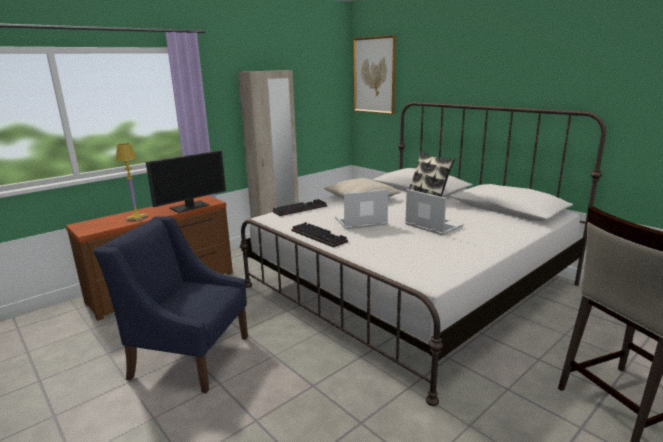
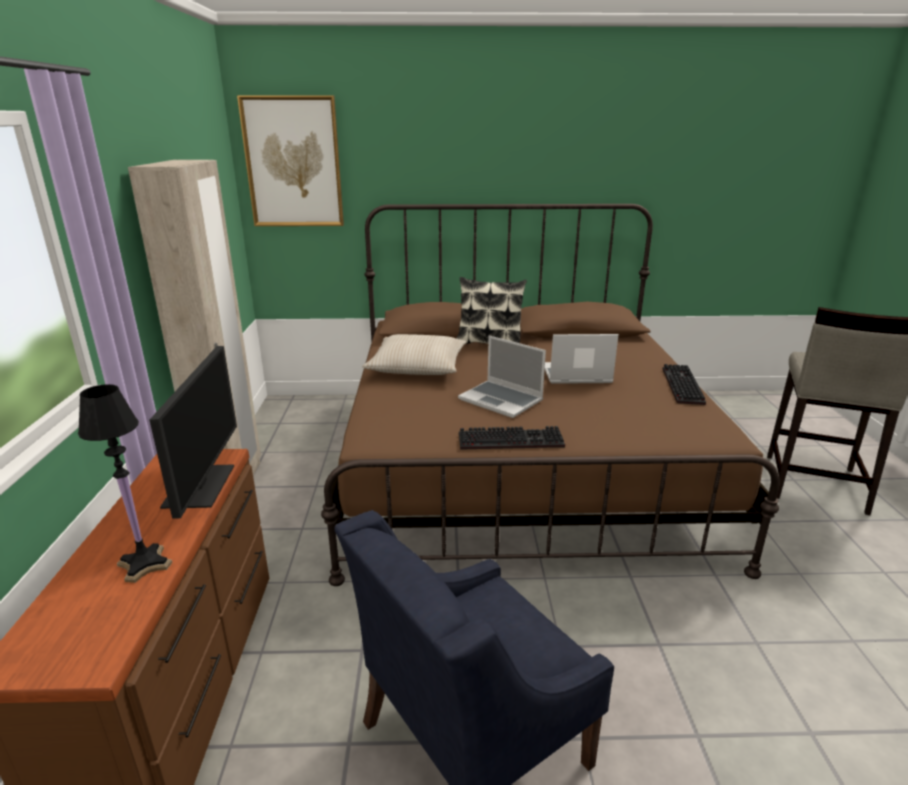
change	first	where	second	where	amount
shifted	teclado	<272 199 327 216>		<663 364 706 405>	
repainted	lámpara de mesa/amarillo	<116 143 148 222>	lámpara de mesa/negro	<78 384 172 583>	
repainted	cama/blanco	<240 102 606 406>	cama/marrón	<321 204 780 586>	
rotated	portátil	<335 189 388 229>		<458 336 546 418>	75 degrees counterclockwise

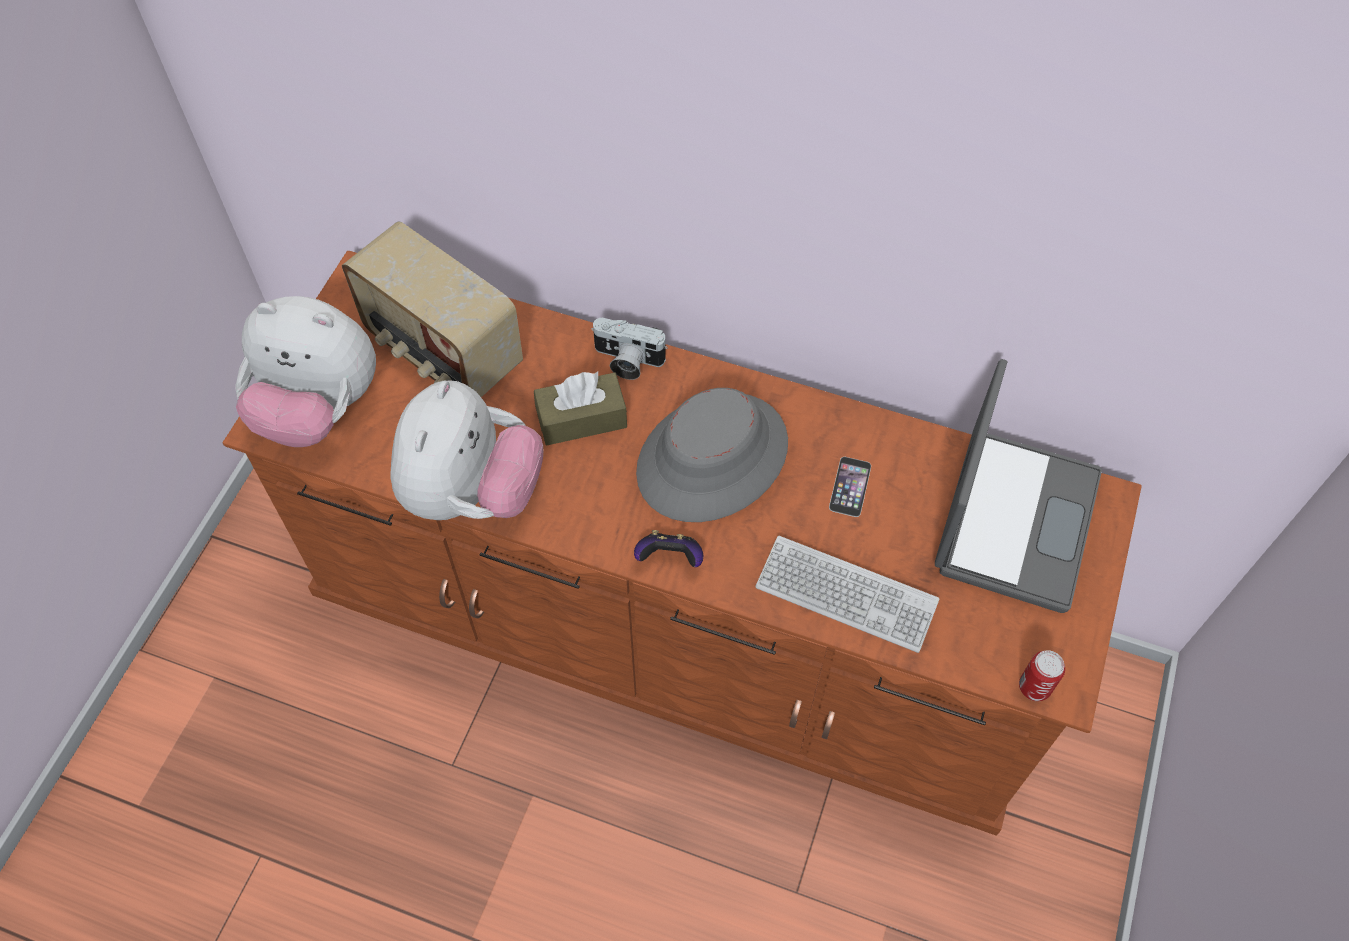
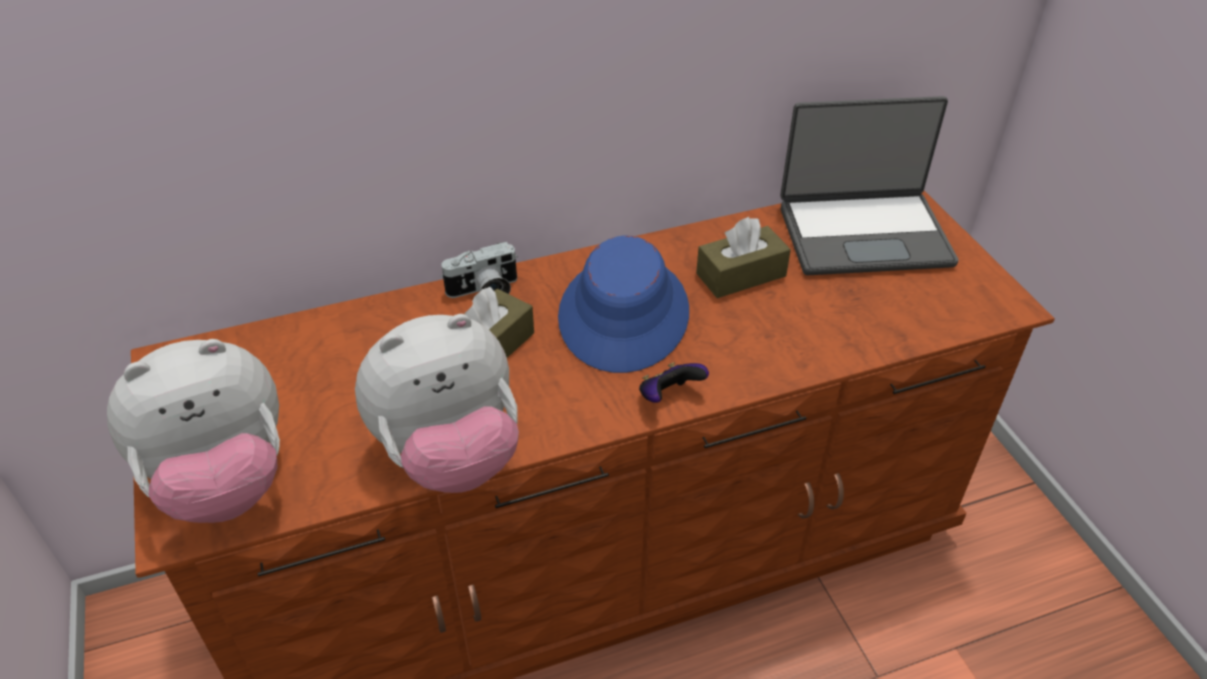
change	first	where	second	where	amount
gone	radio	<342 222 523 397>			
gone	teclado	<756 536 939 653>			
gone	lata	<1019 650 1065 701>			
swapped	móvil	<829 457 871 517>	caja de pañuelos/marrón	<696 217 791 298>	
repainted	sombrero/gris	<636 388 788 522>	sombrero/azul	<558 236 689 373>	
rotated	peluche	<391 380 543 520>		<355 314 519 493>	90 degrees clockwise
rotated	portátil	<935 359 1102 613>		<780 96 958 275>	105 degrees clockwise

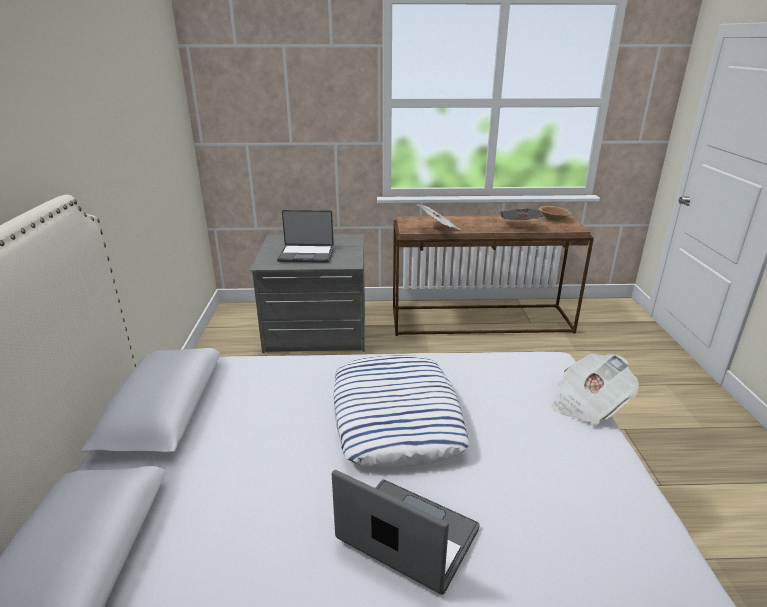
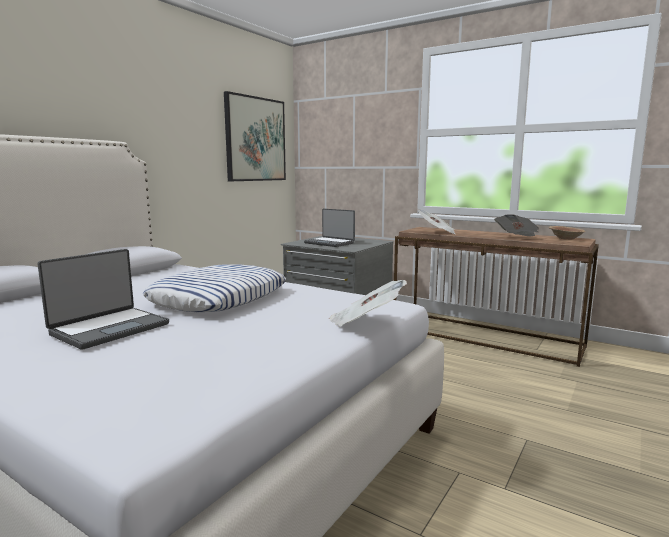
change	first	where	second	where	amount
new			cuadro	<224 91 286 181>	
rotated	portátil	<332 470 479 595>		<37 249 169 350>	60 degrees clockwise

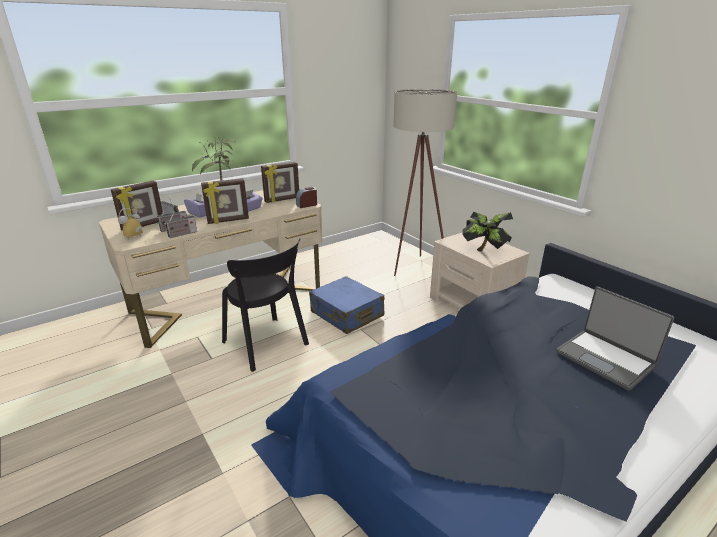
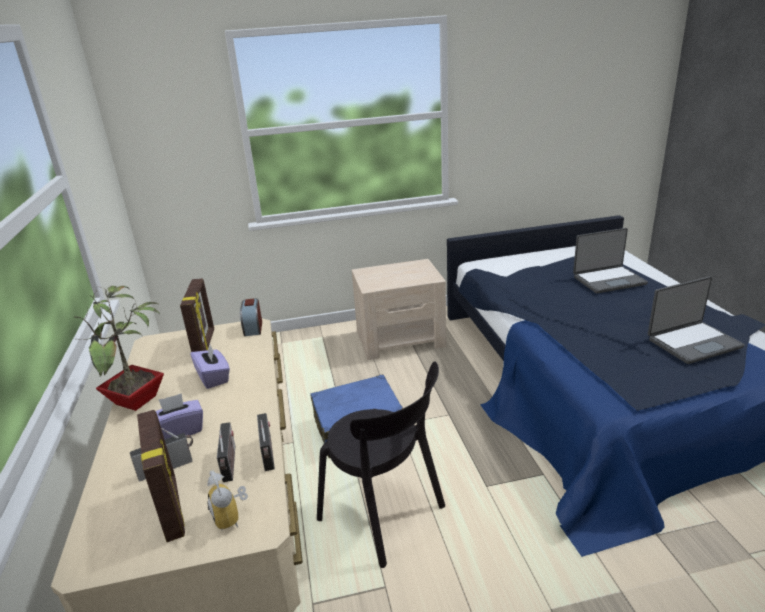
change	first	where	second	where	amount
gone	portarretratos	<201 178 249 224>			
gone	lámpara de pie/beis	<393 89 457 276>			
gone	planta en maceta	<462 212 513 251>			
new			portátil	<648 276 745 364>	
rotated	silla/negro	<222 238 309 372>		<317 361 445 568>	60 degrees clockwise

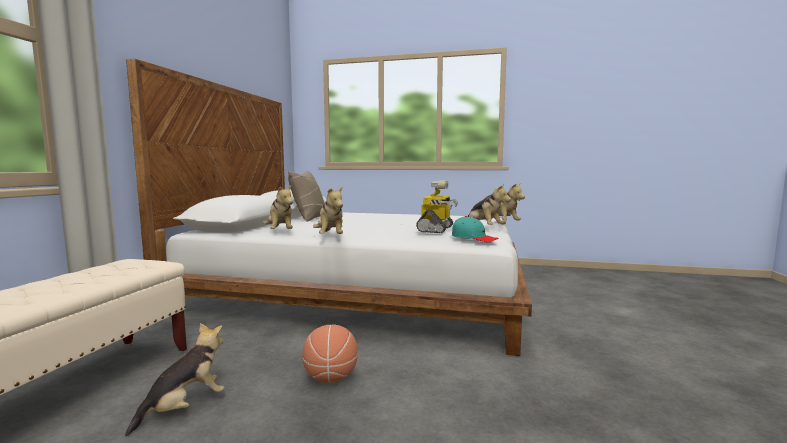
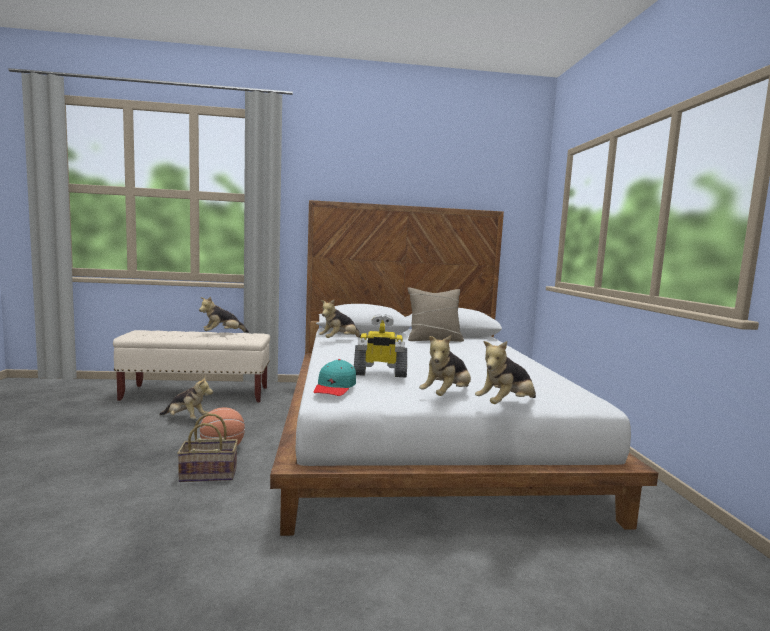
change	first	where	second	where	amount
new			cesta	<177 413 238 482>	
shifted	peluche	<313 186 343 234>		<199 297 249 333>	

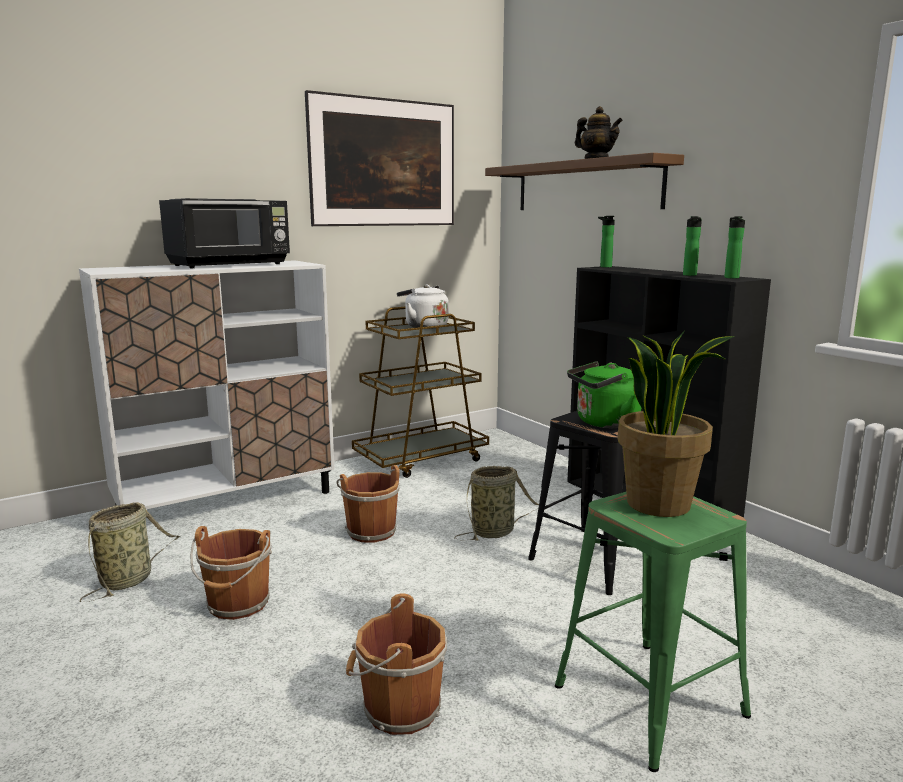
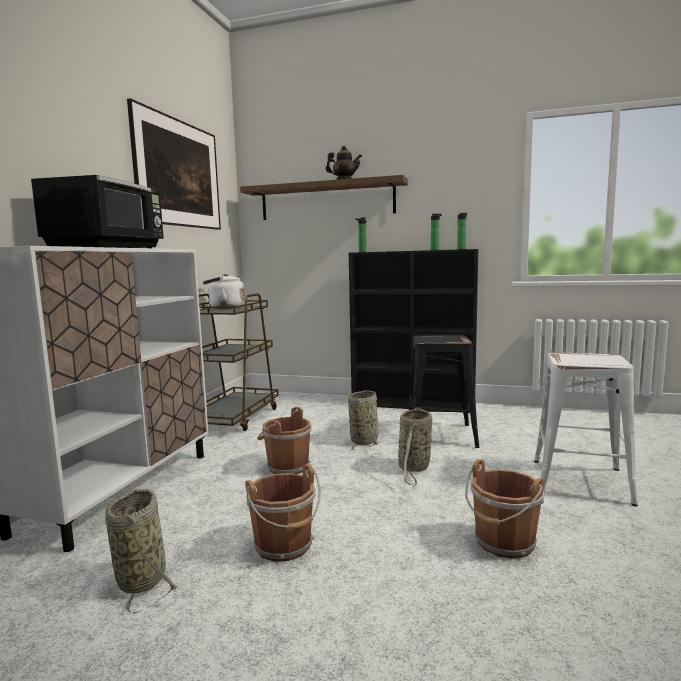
change	first	where	second	where	amount
gone	hervidor/verde	<567 361 641 428>			
gone	planta en maceta	<618 331 735 517>			
new			cesta	<397 407 432 486>	
repainted	taburete/verde	<555 492 751 772>	taburete/blanco	<534 352 638 506>	

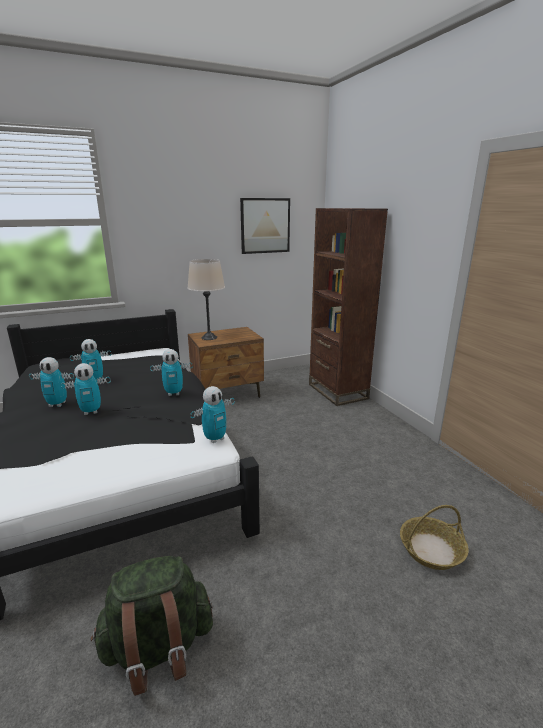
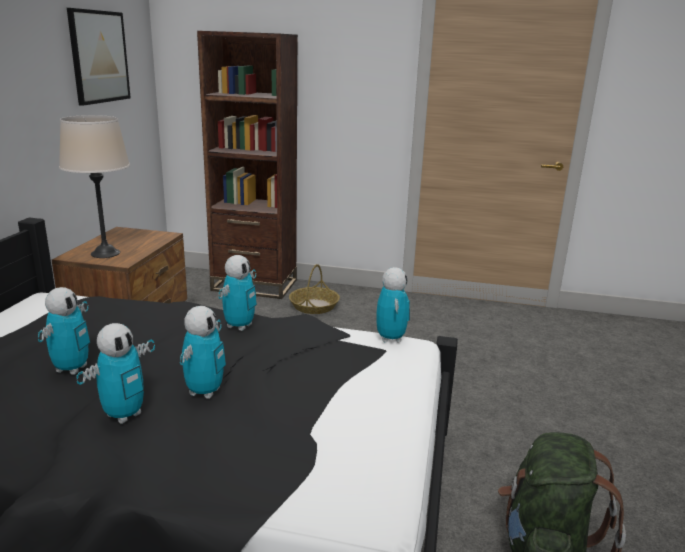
change	first	where	second	where	amount
shifted	cesta	<400 505 469 570>		<289 264 340 314>	

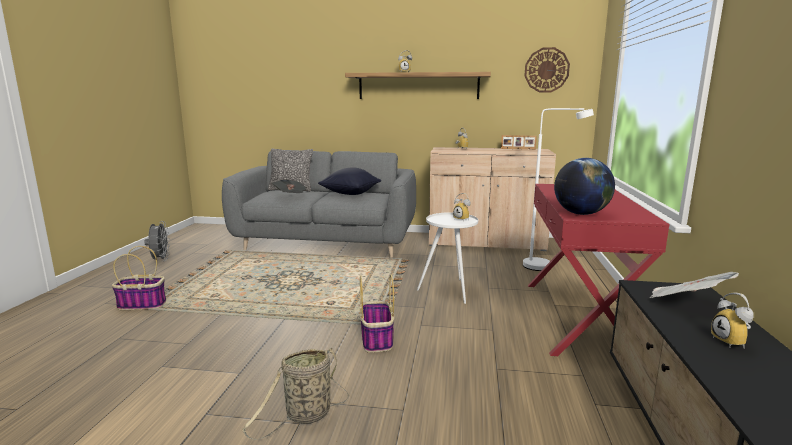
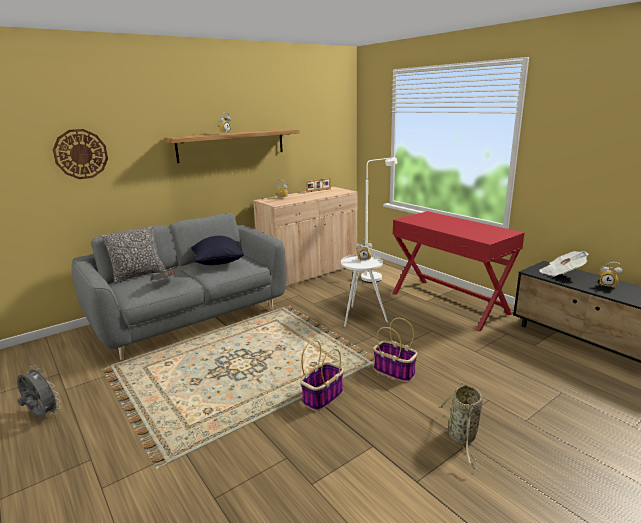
change	first	where	second	where	amount
gone	globo terráqueo	<554 158 615 215>			
shifted	cesta	<112 246 166 310>		<300 340 344 411>	
shifted	reloj de pared	<524 47 570 93>		<53 129 108 179>	

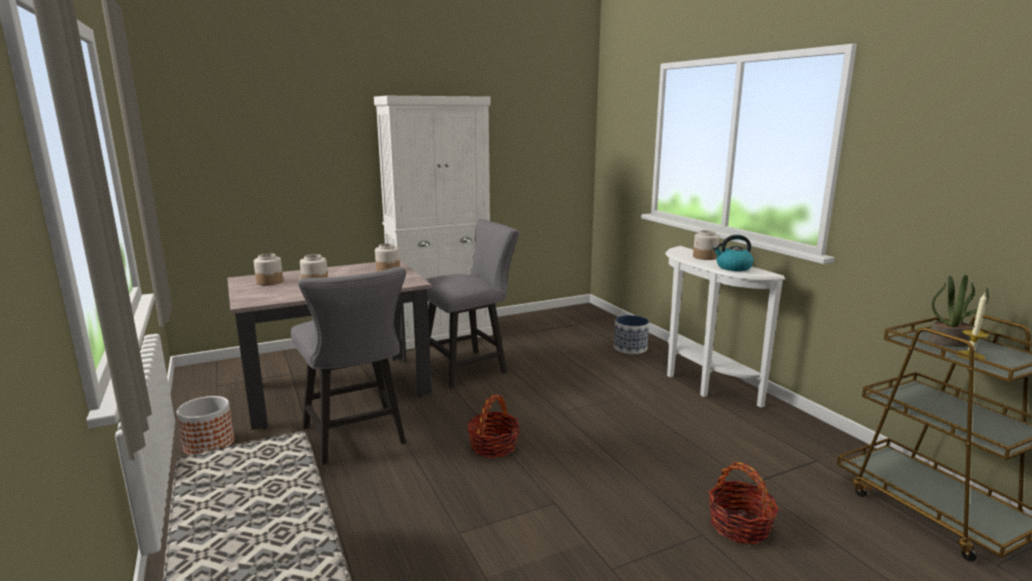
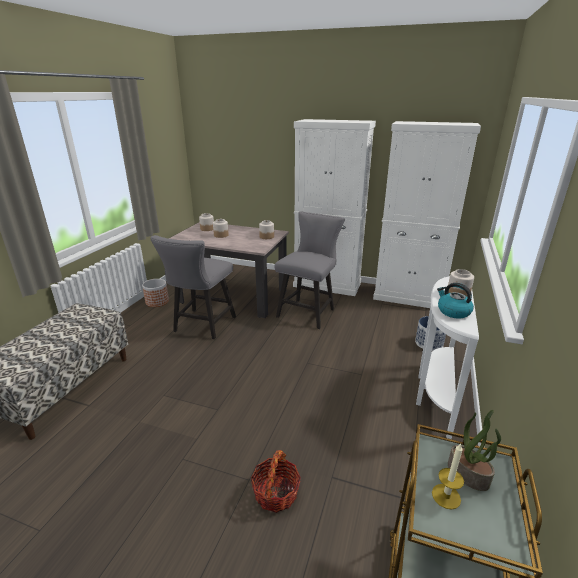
change	first	where	second	where	amount
gone	cesta	<467 394 520 458>			
new			armario/blanco	<373 121 481 308>	
rotated	silla/gris	<425 219 519 389>		<275 211 345 329>	75 degrees counterclockwise

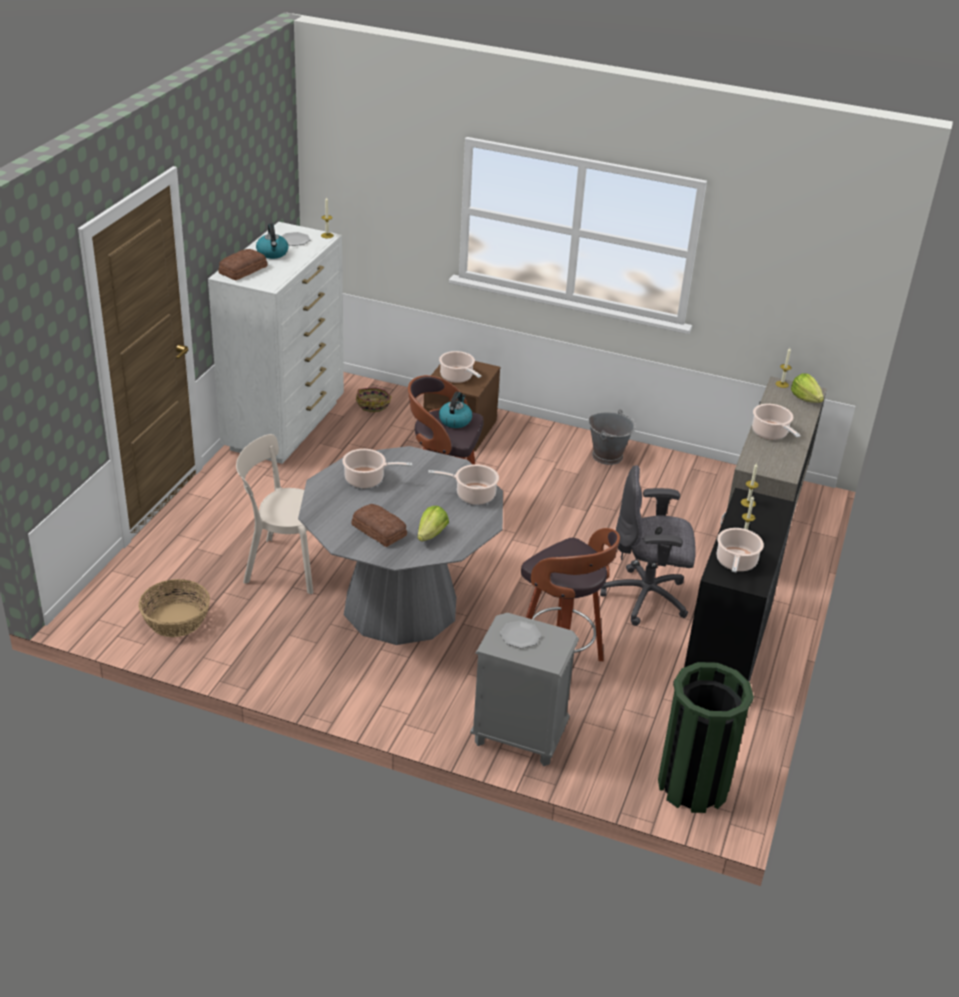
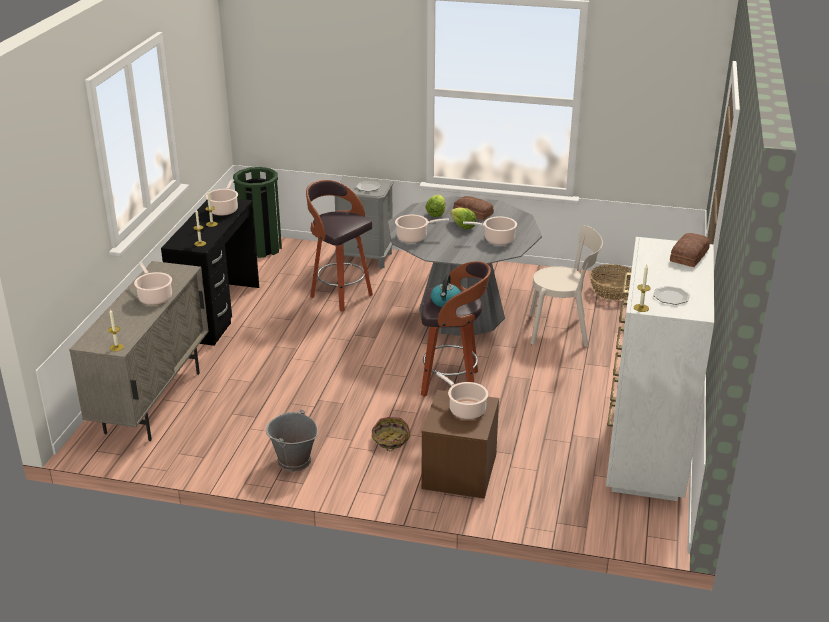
change	first	where	second	where	amount
gone	hervidor	<256 224 288 259>			
gone	silla de oficina/gris	<600 465 696 626>			
shifted	cesta	<356 387 391 412>		<372 417 410 451>	
shifted	lechuga	<791 373 824 403>		<450 207 476 230>	

